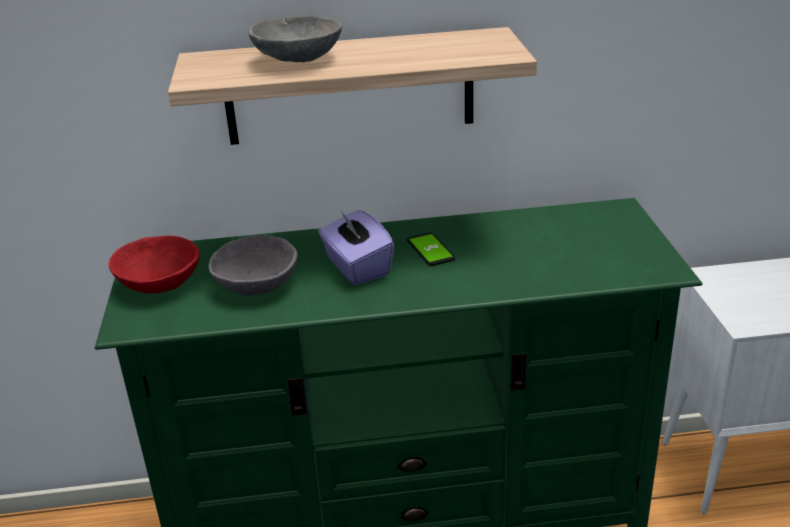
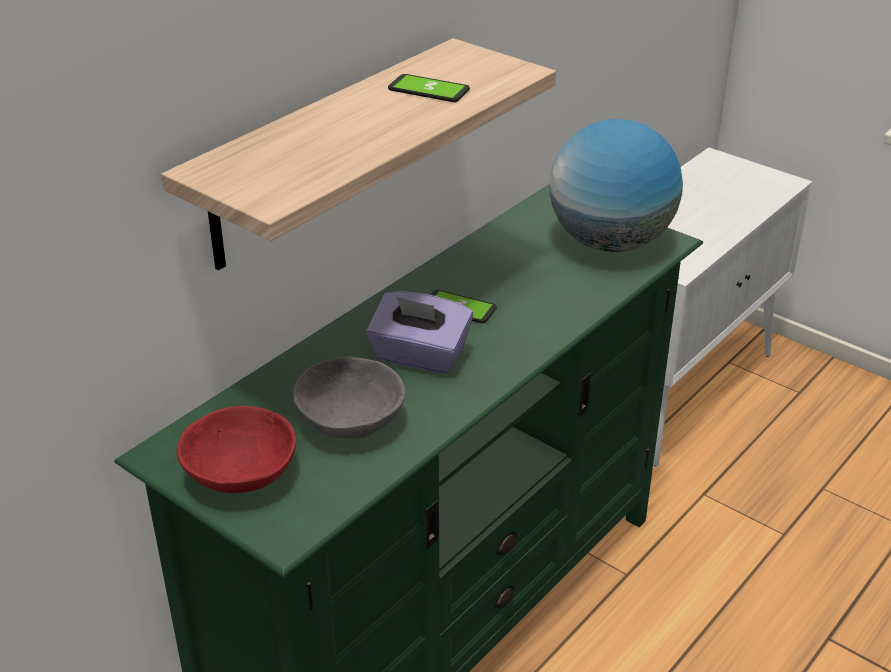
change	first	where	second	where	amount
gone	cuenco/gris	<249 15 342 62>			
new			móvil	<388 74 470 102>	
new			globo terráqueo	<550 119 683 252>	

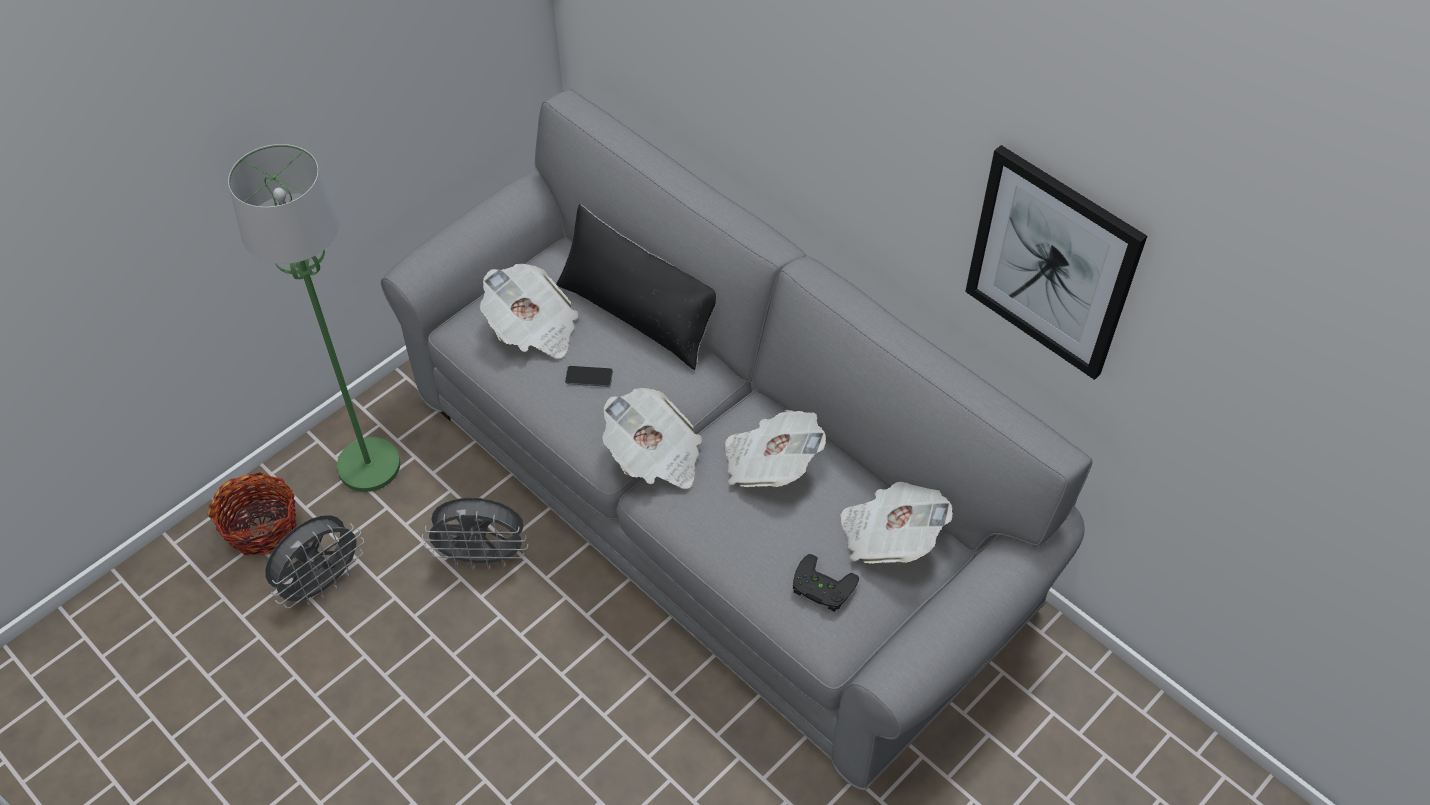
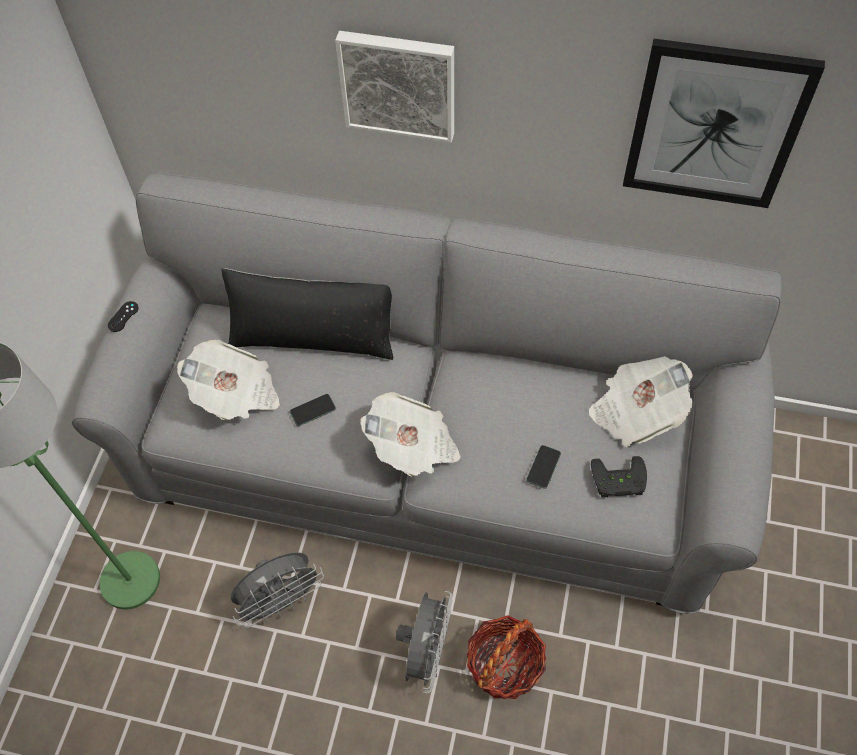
change	first	where	second	where	amount
gone	periódico	<725 410 826 487>			
new			mando de consola/negro	<108 301 139 332>	
new			cuadro	<335 31 454 143>	
new			móvil	<526 445 561 489>	
shifted	cesta	<207 472 297 555>		<467 615 546 699>	
shifted	ventilador/gris	<265 515 364 609>		<396 591 452 693>	

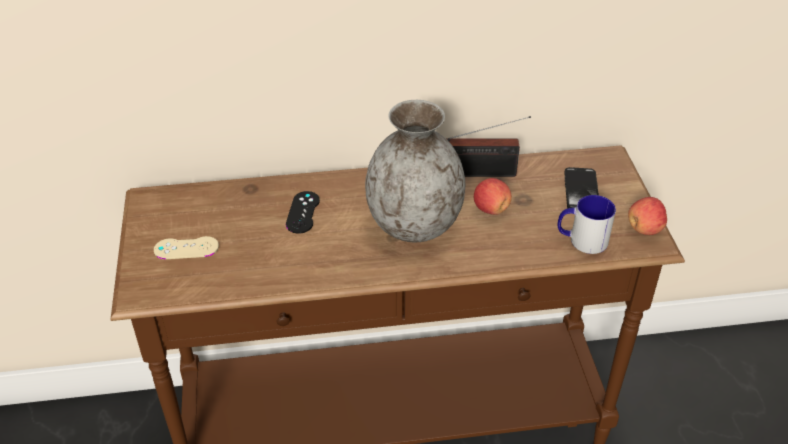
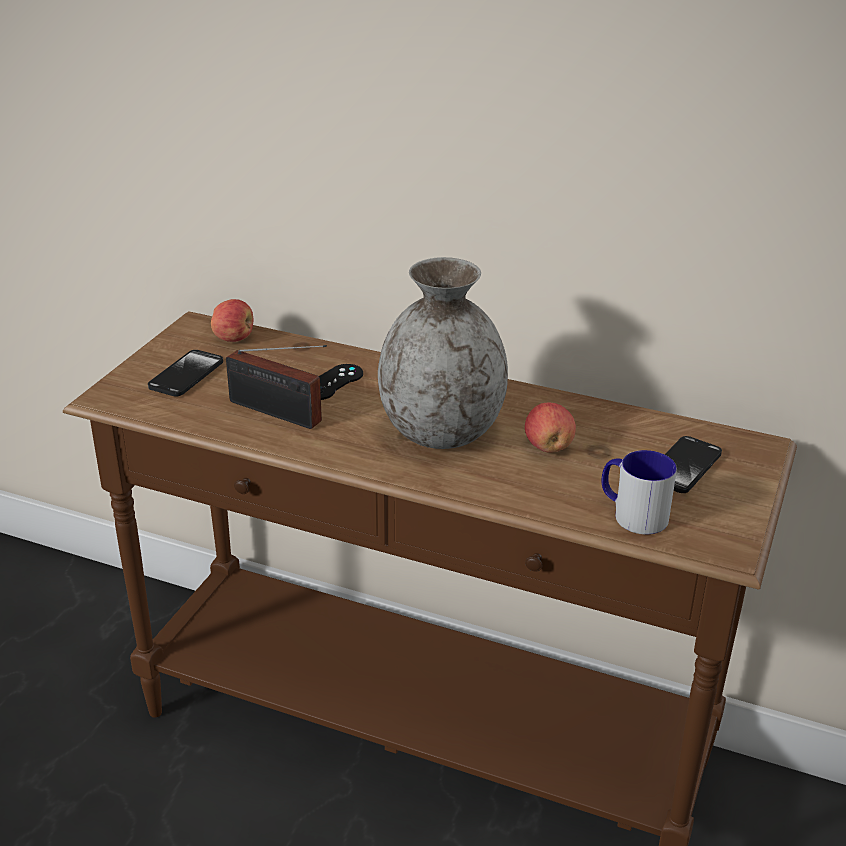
change	first	where	second	where	amount
shifted	radio	<446 116 531 177>		<226 345 327 429>	
shifted	manzana	<628 197 667 235>		<211 299 253 342>	
swapped	mando de consola/beis	<154 236 219 259>	móvil	<148 350 223 396>	

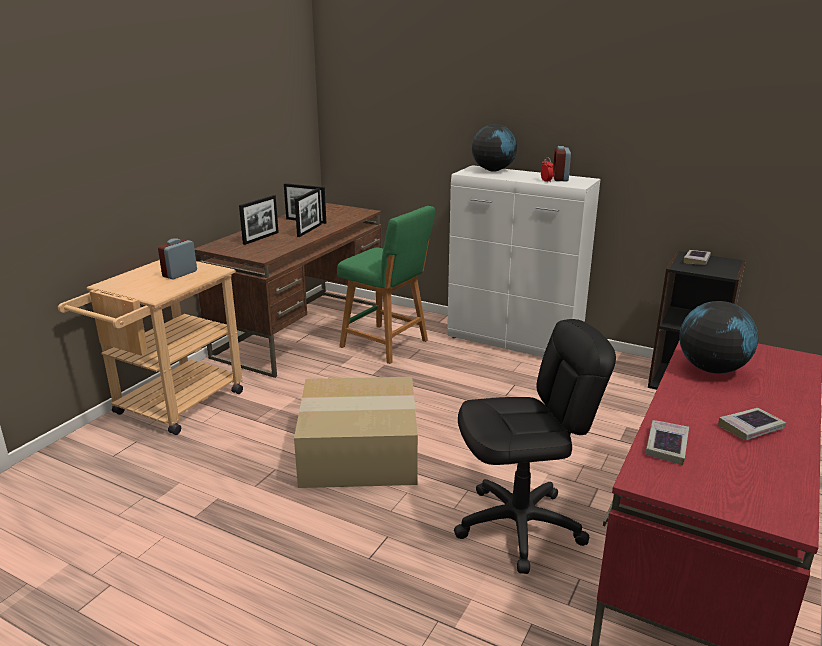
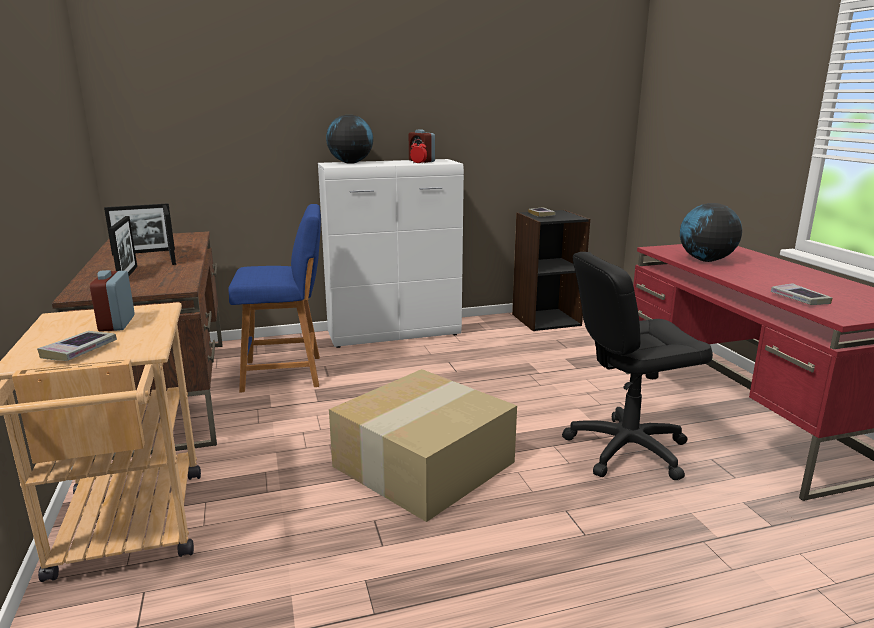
change	first	where	second	where	amount
shifted	libro	<718 408 786 440>		<37 331 117 361>	
repainted	taburete/verde	<337 206 435 364>	taburete/azul	<228 204 321 392>	
rotated	silla de oficina/negro	<454 319 616 574>		<562 252 713 480>	135 degrees counterclockwise

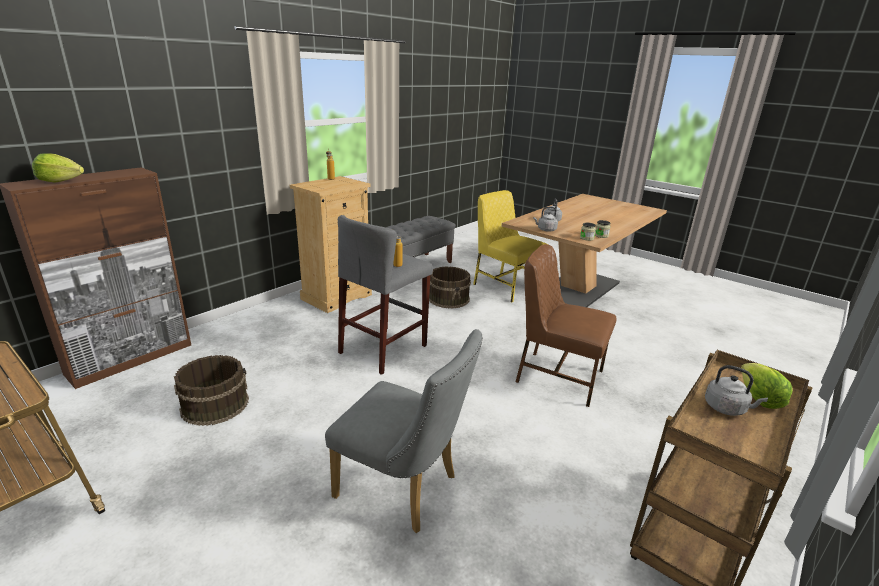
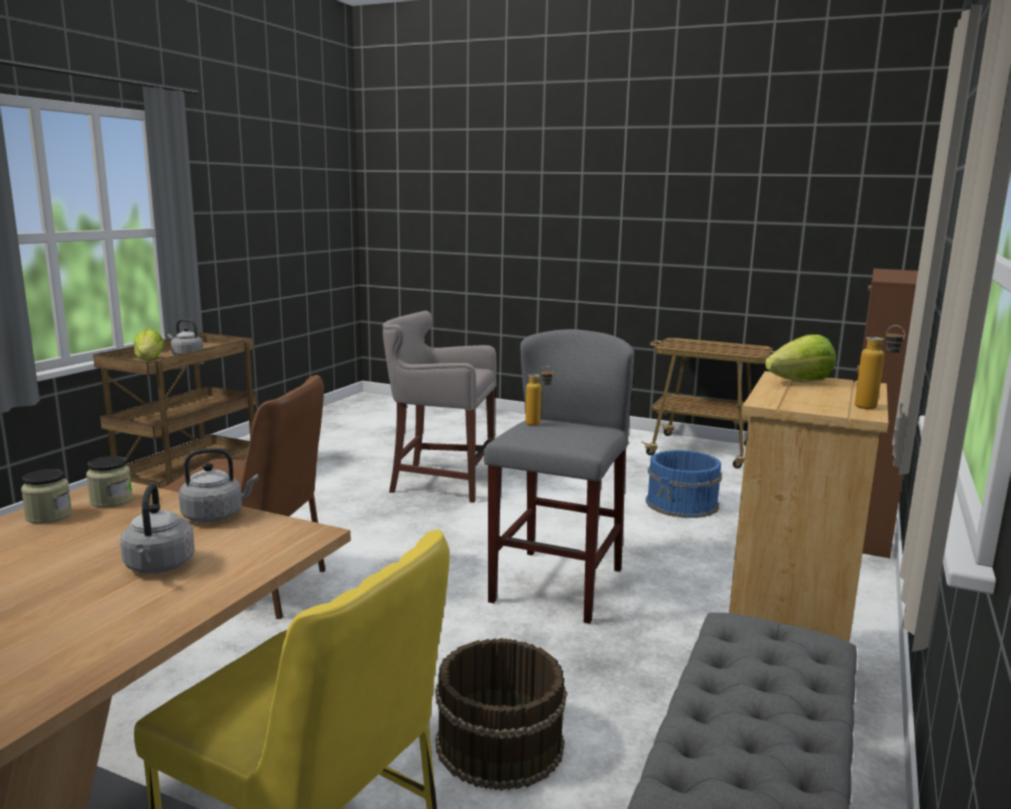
change	first	where	second	where	amount
shifted	lechuga	<32 153 84 182>		<765 334 836 382>	
swapped	silla/gris	<325 329 483 533>	taburete/gris	<383 311 497 503>	
repainted	cubo/marrón	<174 355 249 426>	cubo/azul	<646 450 722 518>	

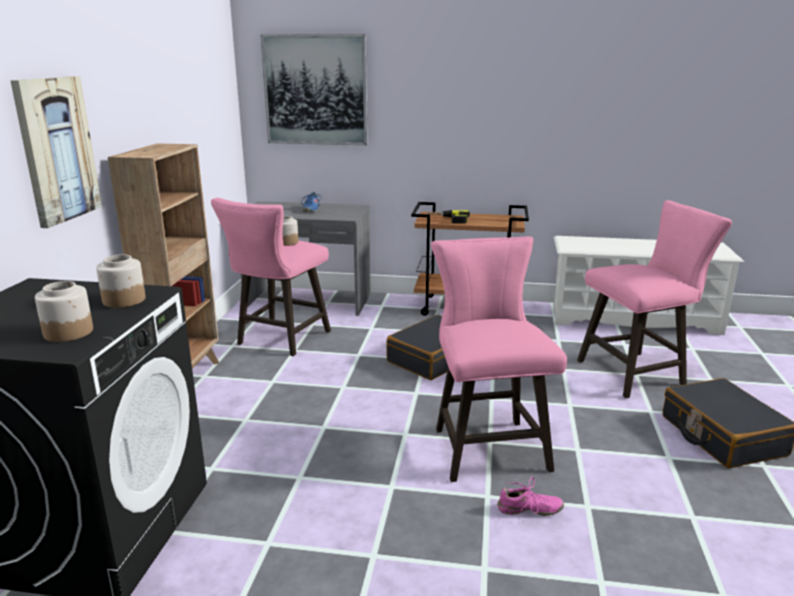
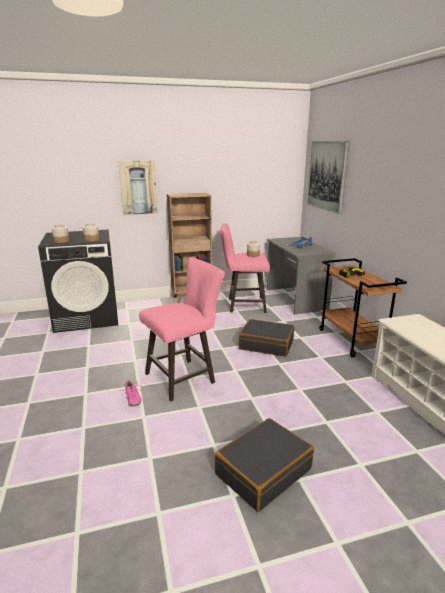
change	first	where	second	where	amount
gone	taburete/rosa	<577 200 732 398>			

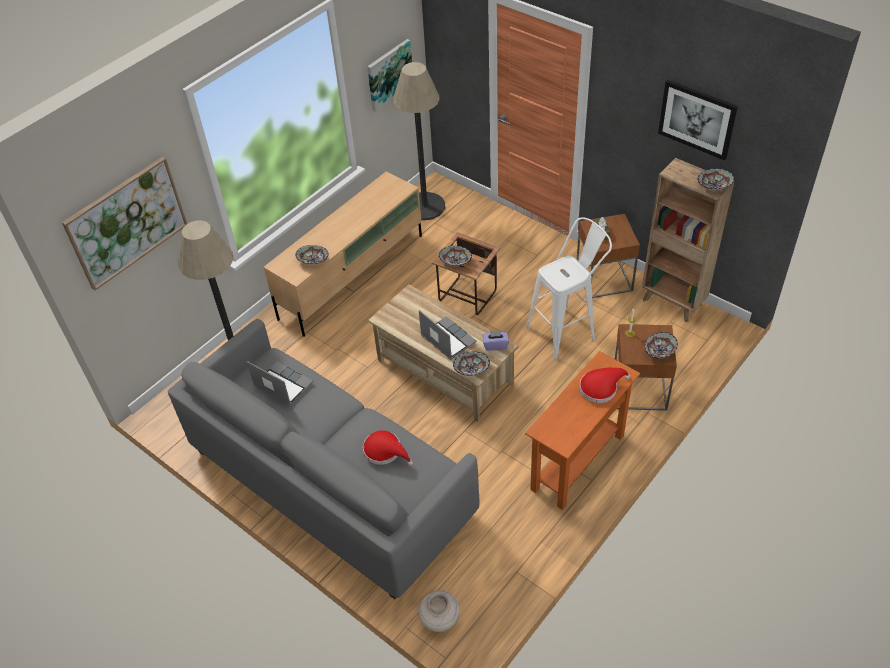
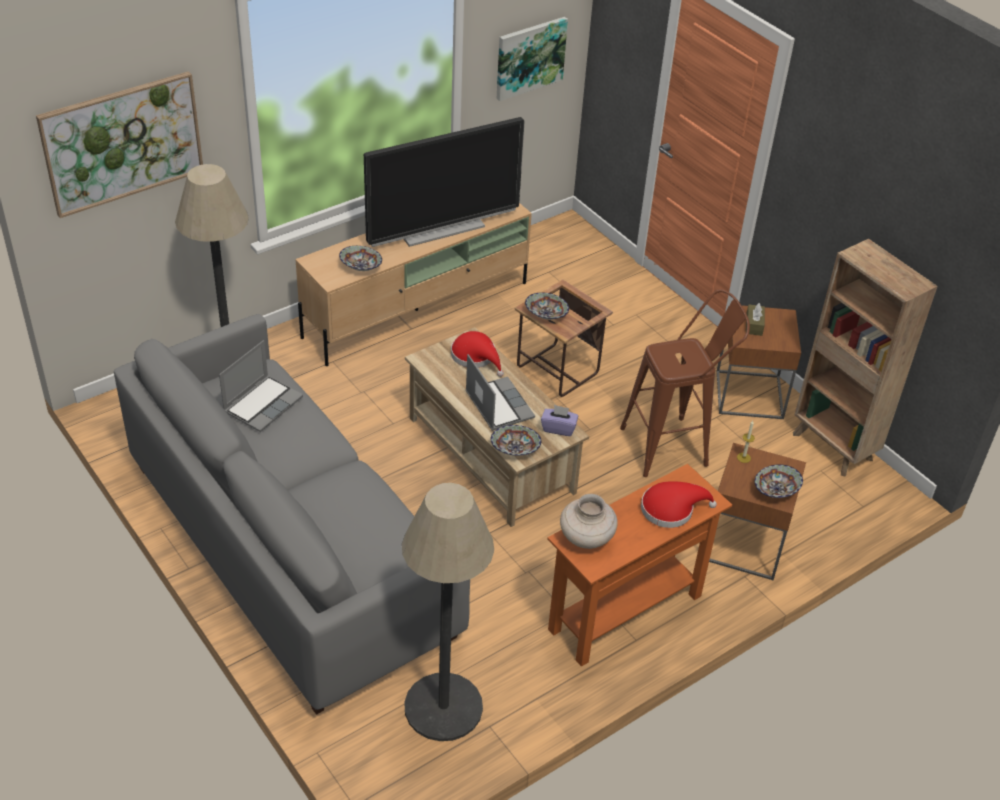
change	first	where	second	where	amount
gone	cuadro	<658 80 738 160>			
gone	cuenco	<697 168 735 190>			
new			televisor	<364 117 525 247>	
shifted	sombrero/rojo	<363 430 413 466>		<451 331 504 377>	
shifted	lámpara de pie	<393 62 445 220>		<402 483 494 741>	
shifted	florero/beis	<418 590 460 632>		<560 494 618 549>	
repainted	taburete/blanco	<526 217 612 359>	taburete/marrón	<620 290 750 477>	
rotated	portátil	<247 361 313 406>		<219 340 303 432>	75 degrees clockwise

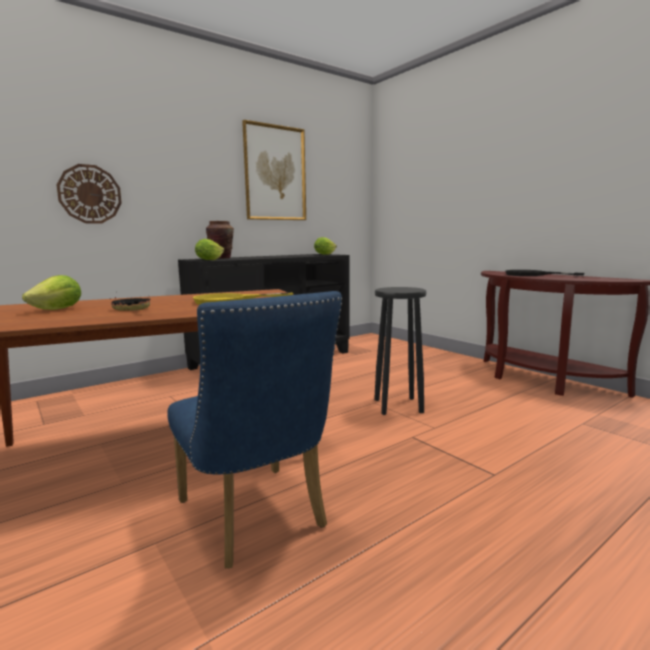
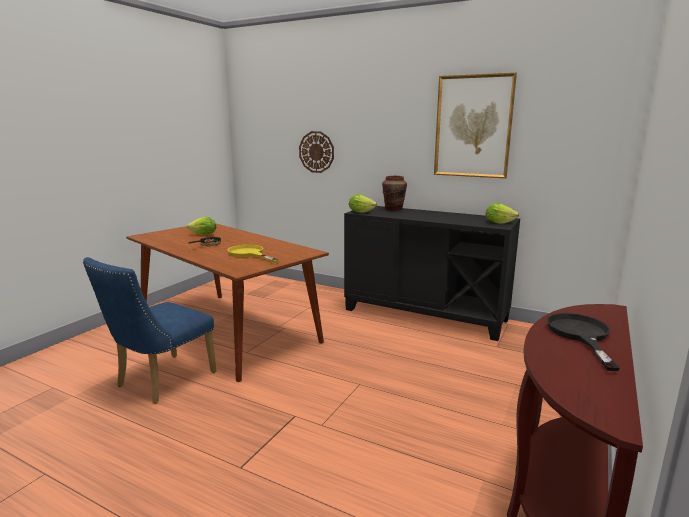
change	first	where	second	where	amount
gone	taburete/negro	<374 287 426 415>			

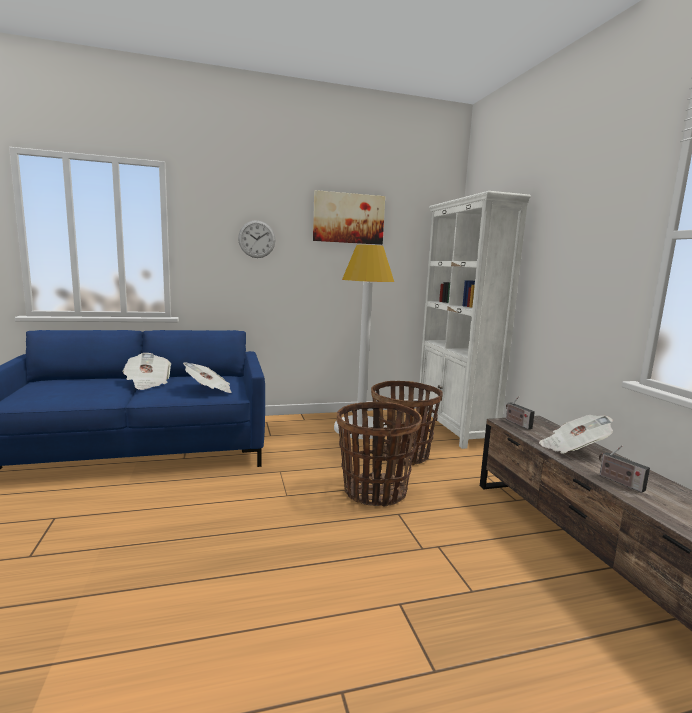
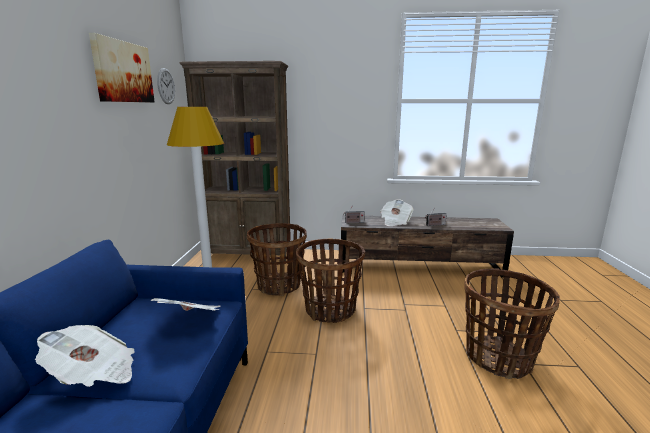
change	first	where	second	where	amount
new			cesta	<465 268 560 379>	
shifted	reloj de pared	<238 220 276 258>		<157 68 175 104>	
repainted	estantería/blanco	<418 191 531 449>	estantería/marrón	<179 61 291 261>	

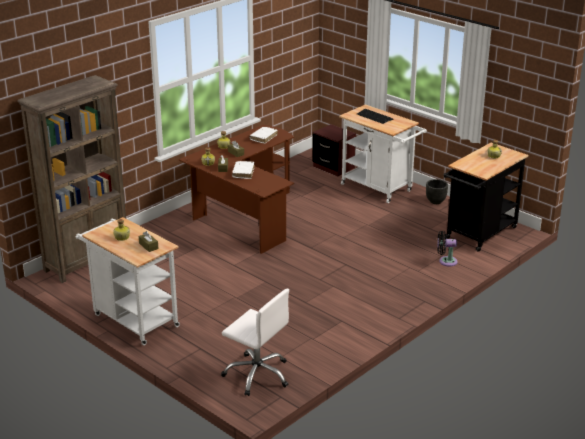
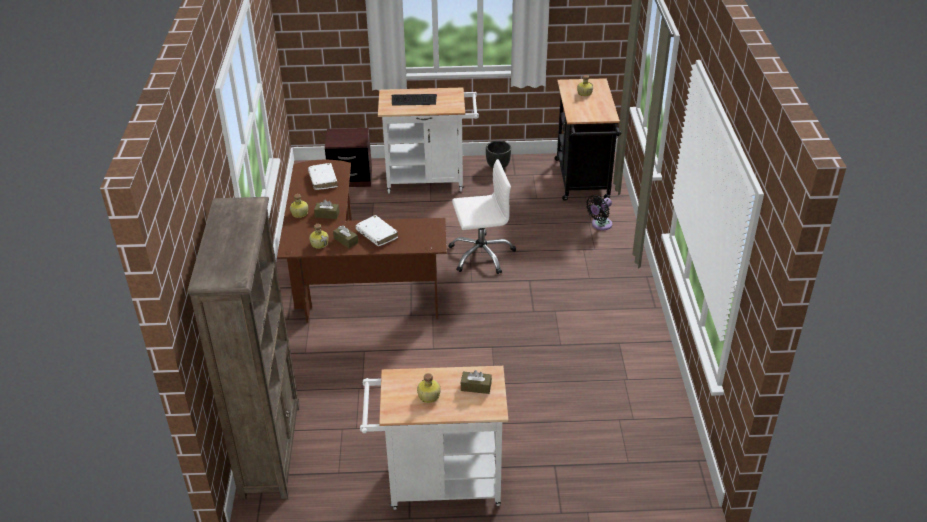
change	first	where	second	where	amount
shifted	silla de oficina/blanco	<221 289 289 396>		<448 159 516 274>	

